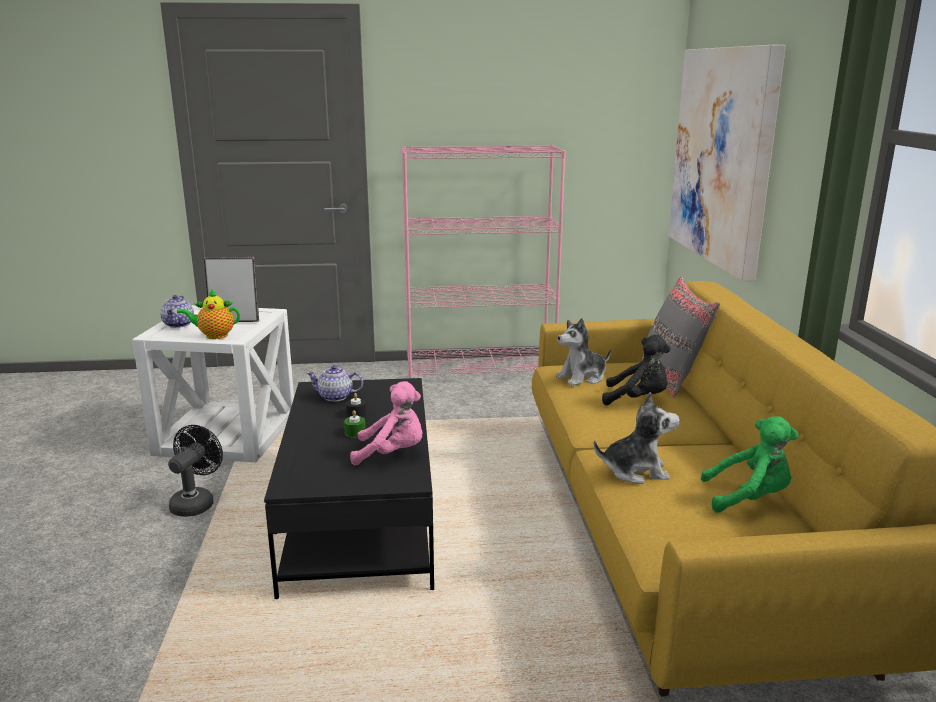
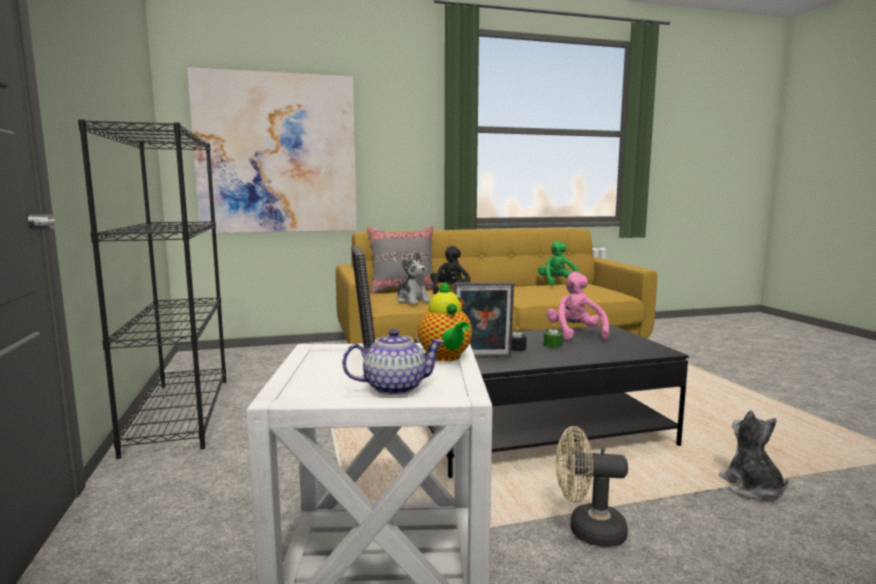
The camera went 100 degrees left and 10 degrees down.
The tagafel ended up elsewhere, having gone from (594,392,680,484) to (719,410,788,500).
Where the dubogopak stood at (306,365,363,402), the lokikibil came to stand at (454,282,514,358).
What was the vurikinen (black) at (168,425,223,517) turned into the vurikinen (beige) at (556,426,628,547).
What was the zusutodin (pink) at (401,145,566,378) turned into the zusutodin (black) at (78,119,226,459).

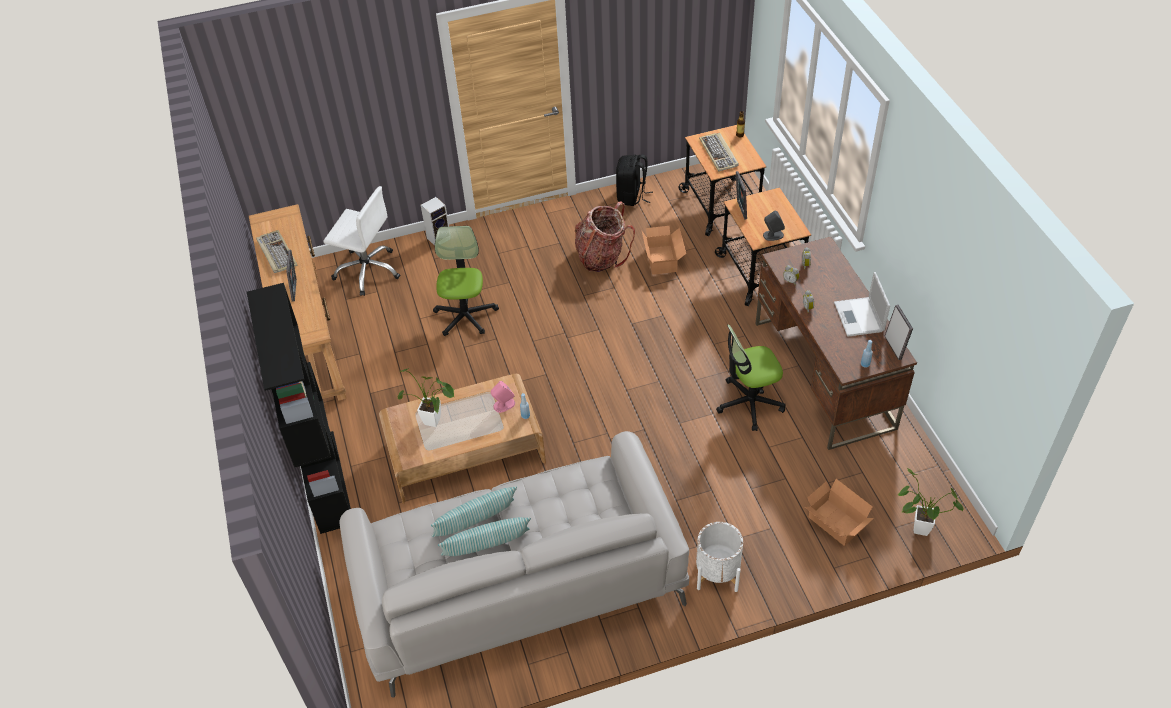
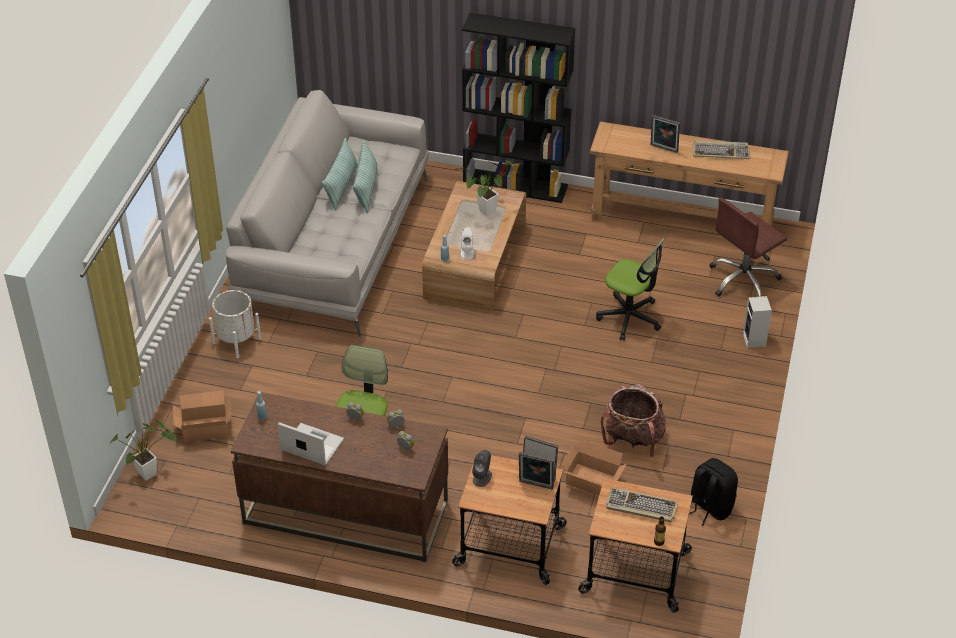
The camera went 120 degrees right and 5 degrees down.
The lokikibil ended up elsewhere, having gone from (885,305,913,360) to (519,452,554,490).
What was the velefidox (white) at (323,186,400,296) turned into the velefidox (brown) at (709,198,787,297).
What was the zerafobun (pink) at (491,381,515,413) turned into the zerafobun (white) at (460,227,475,260).

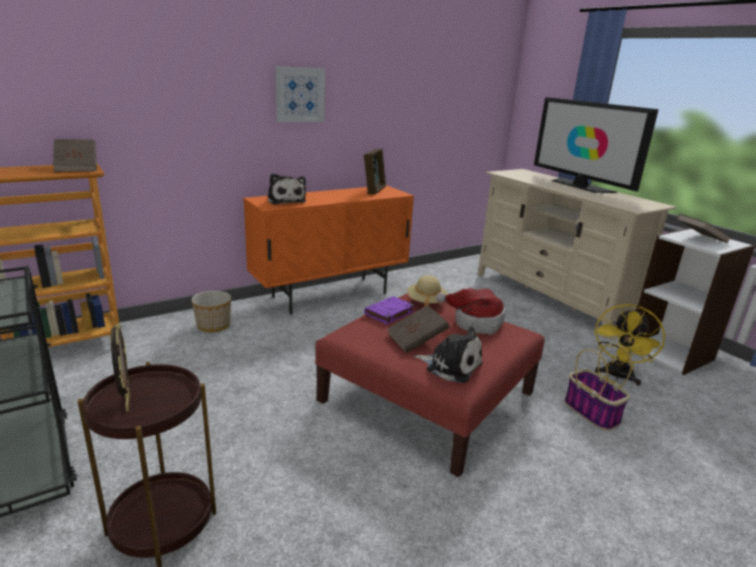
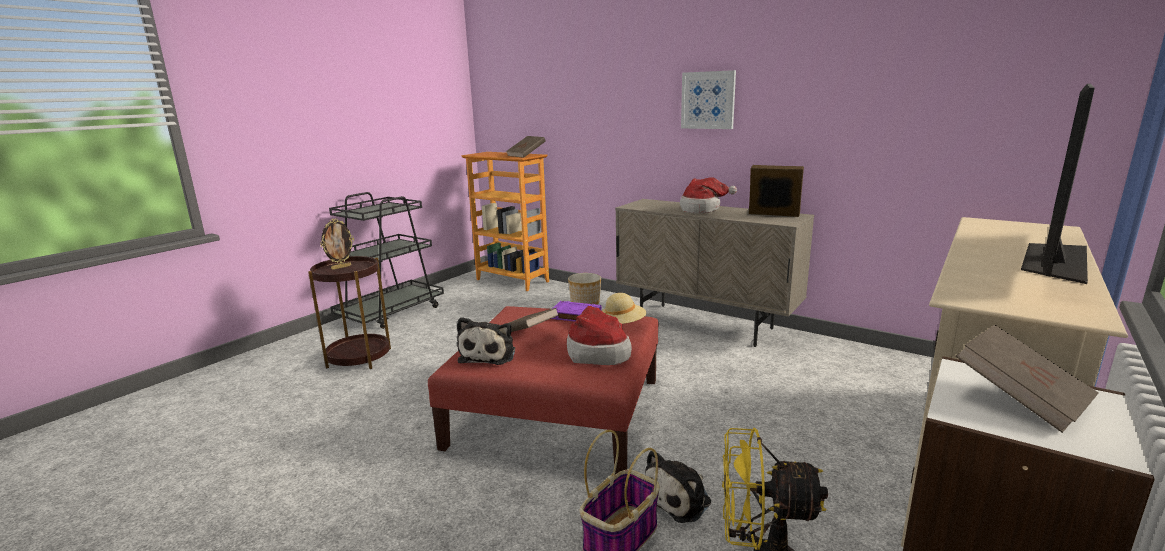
The camera went 70 degrees right and 5 degrees down.
The second view gained the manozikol at (680,177,737,214).
The tagafel ended up elsewhere, having gone from (268,173,306,205) to (645,451,711,523).
What was the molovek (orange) at (243,185,414,315) turned into the molovek (beige) at (615,199,814,347).
The lokikibil at (364,149,386,194) ended up facing another way, 150 degrees counterclockwise from before.

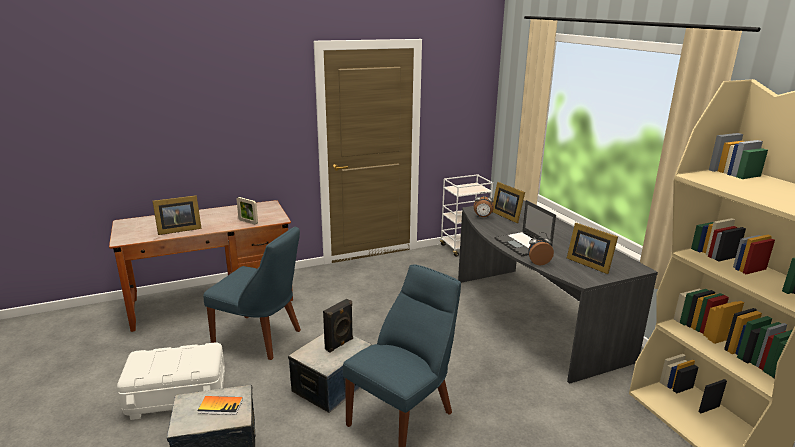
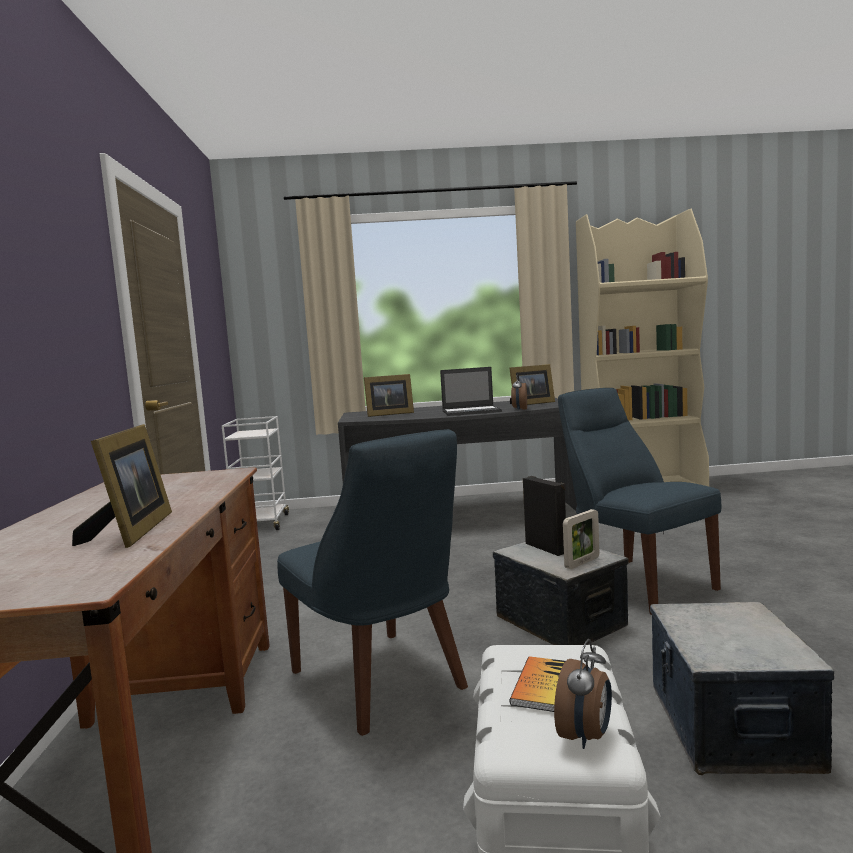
The camera went 70 degrees left and 15 degrees down.
The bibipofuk ended up elsewhere, having gone from (198,396,243,415) to (510,656,565,712).
The lokikibil ended up elsewhere, having gone from (237,197,258,224) to (563,509,599,569).
The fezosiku ended up elsewhere, having gone from (474,192,494,217) to (554,639,612,749).
The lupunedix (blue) at (203,226,301,360) ended up facing another way, 105 degrees clockwise from before.

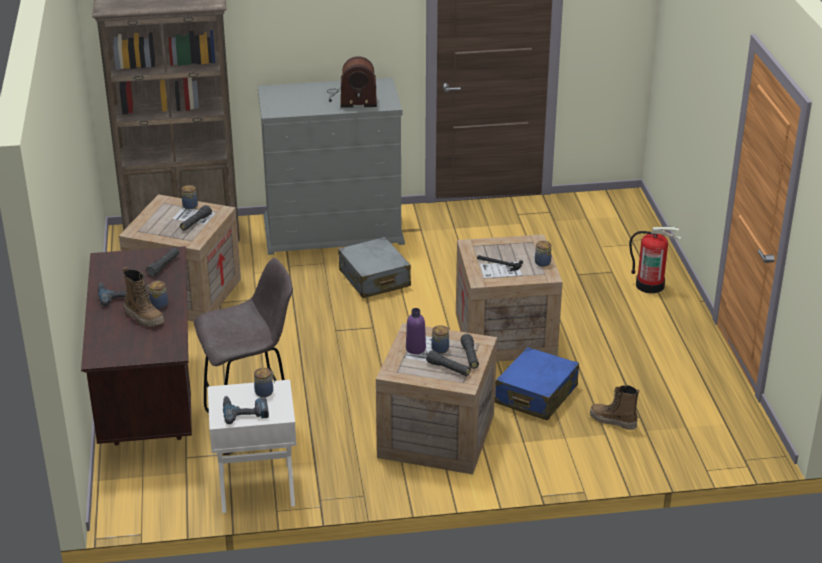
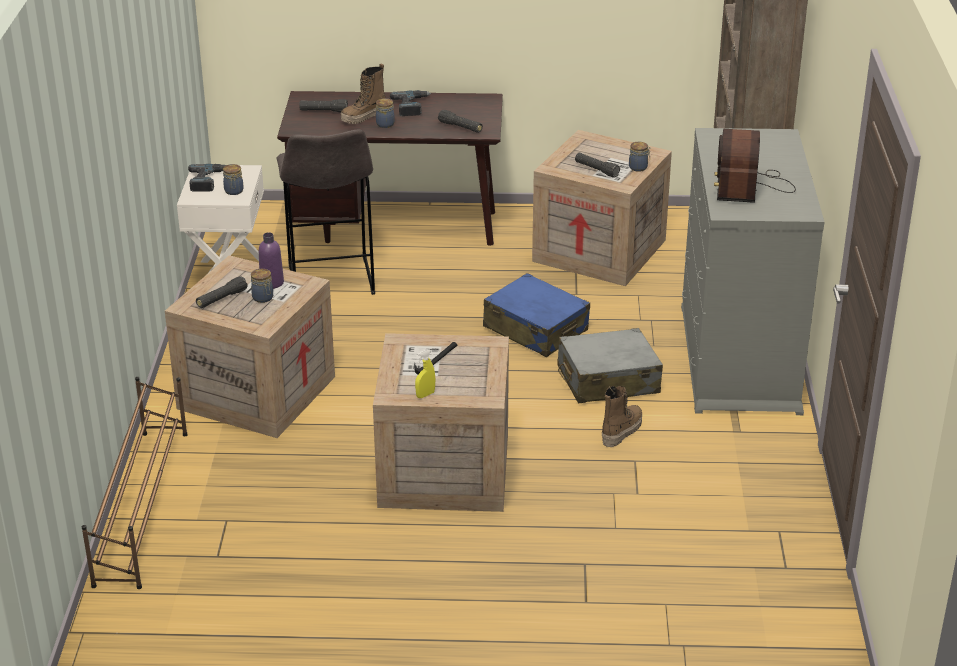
The camera went 100 degrees right and 0 degrees up.
The second view lost the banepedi at (629,226,682,294).
The second view gained the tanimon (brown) at (82,377,188,589).
The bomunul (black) ended up elsewhere, having gone from (460,334,479,369) to (299,99,348,112).
The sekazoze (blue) ended up elsewhere, having gone from (495,347,579,421) to (483,273,590,357).
The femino ended up elsewhere, having gone from (590,385,639,430) to (602,386,642,447).
Where the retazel stood at (535,241,551,267), the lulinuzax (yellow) came to stand at (415,349,435,398).

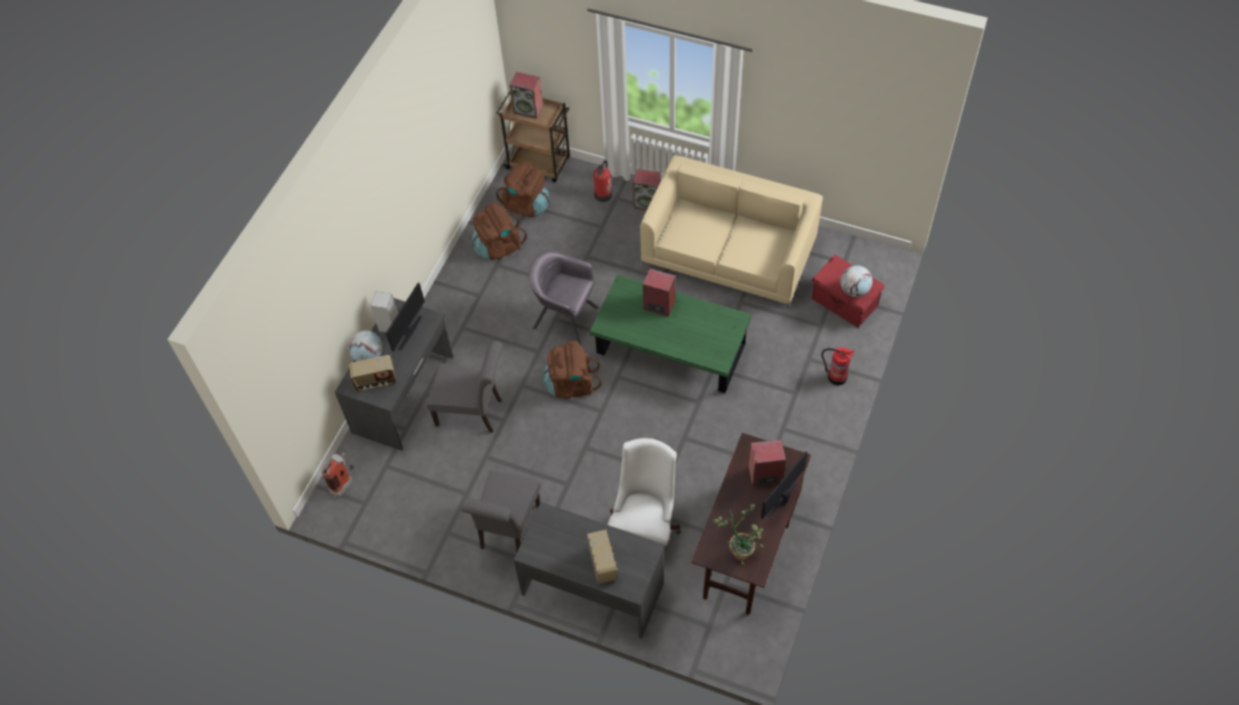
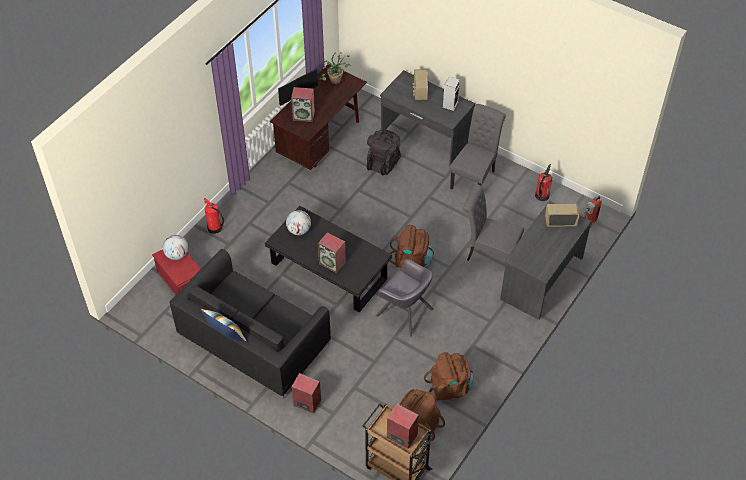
The camera went 170 degrees left and 5 degrees down.
The second view lost the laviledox at (386,283,425,352).
The second view gained the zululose at (200,309,247,342).
The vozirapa ended up elsewhere, having gone from (348,330,382,361) to (286,210,311,235).
The zerafobun ended up elsewhere, having gone from (371,291,398,332) to (443,77,460,111).
The banepedi ended up elsewhere, having gone from (594,160,612,202) to (535,164,552,201).
Where the velefidox (white) stood at (608,438,681,545), the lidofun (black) came to stand at (367,129,401,175).
What was the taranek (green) at (590,275,752,393) turned into the taranek (black) at (265,206,392,312).
What was the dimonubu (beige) at (640,155,823,308) turned into the dimonubu (black) at (169,249,331,399).

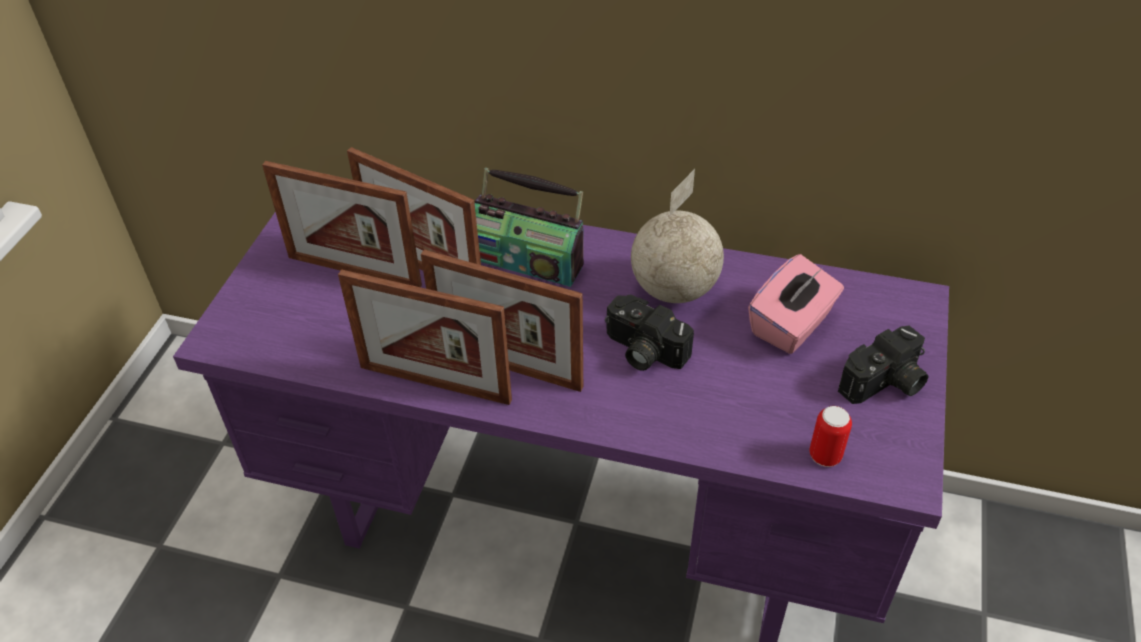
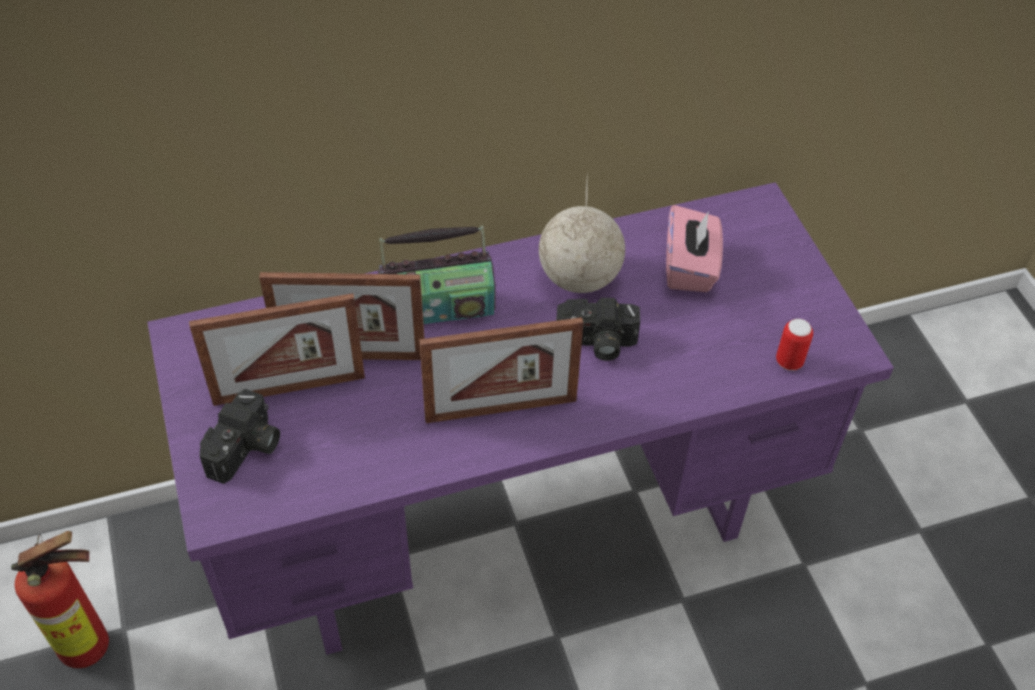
The camera went 35 degrees left and 5 degrees up.
The second view lost the lokikibil at (338,269,512,405).
The second view gained the banepedi at (11,531,109,668).
The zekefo ended up elsewhere, having gone from (838,326,929,404) to (200,389,280,484).

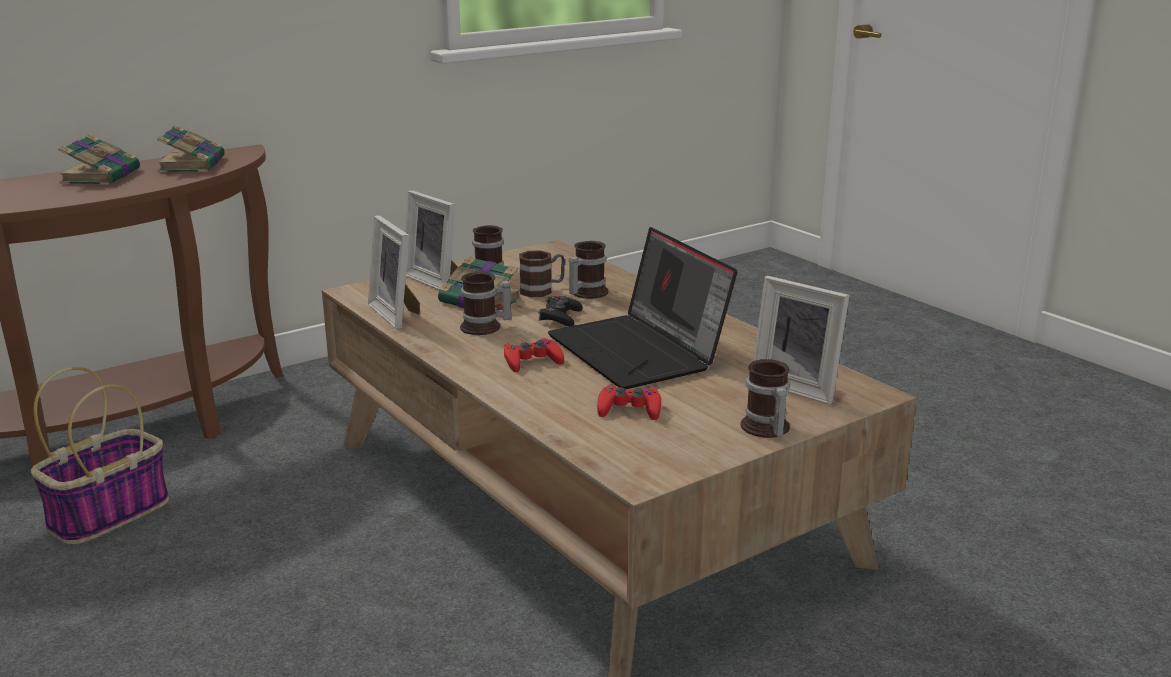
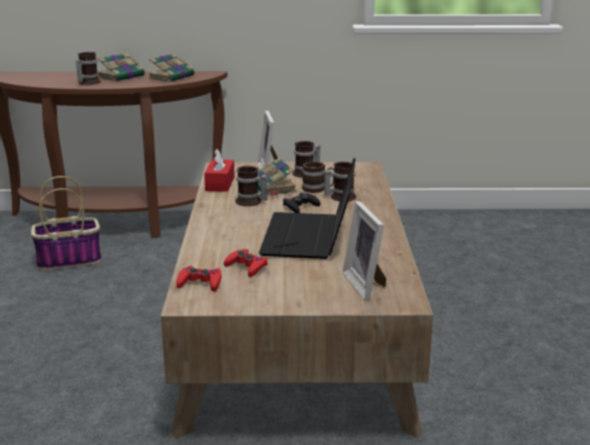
The camera went 35 degrees right and 0 degrees up.
The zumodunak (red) ended up elsewhere, having gone from (504,338,564,372) to (176,266,221,291).
The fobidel ended up elsewhere, having gone from (740,359,790,438) to (75,52,101,85).
Where the lokikibil stood at (368,216,420,329), the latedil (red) came to stand at (204,149,235,192).

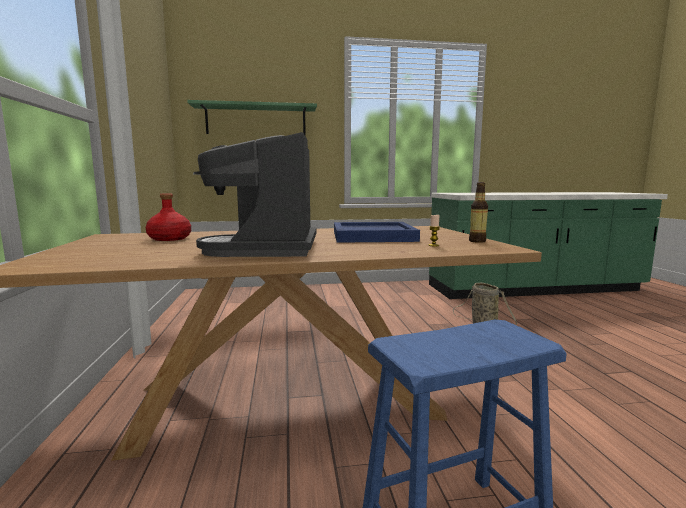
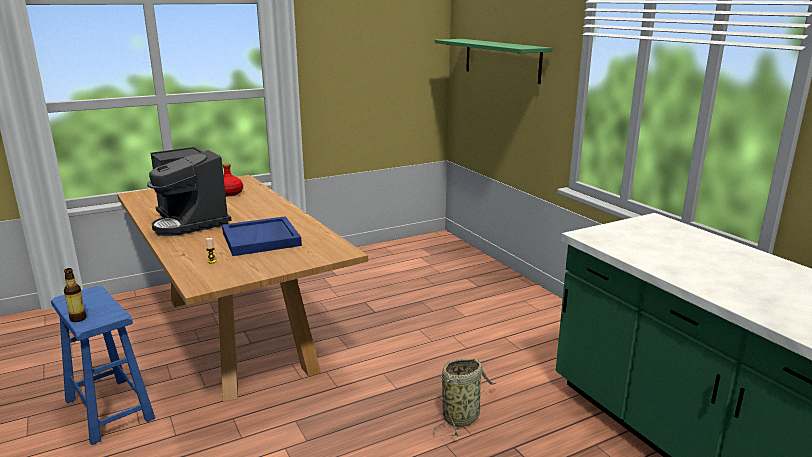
The camera went 70 degrees right and 10 degrees up.
The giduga ended up elsewhere, having gone from (469,182,488,243) to (64,268,86,322).
The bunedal at (193,132,317,257) ended up facing another way, 105 degrees counterclockwise from before.

